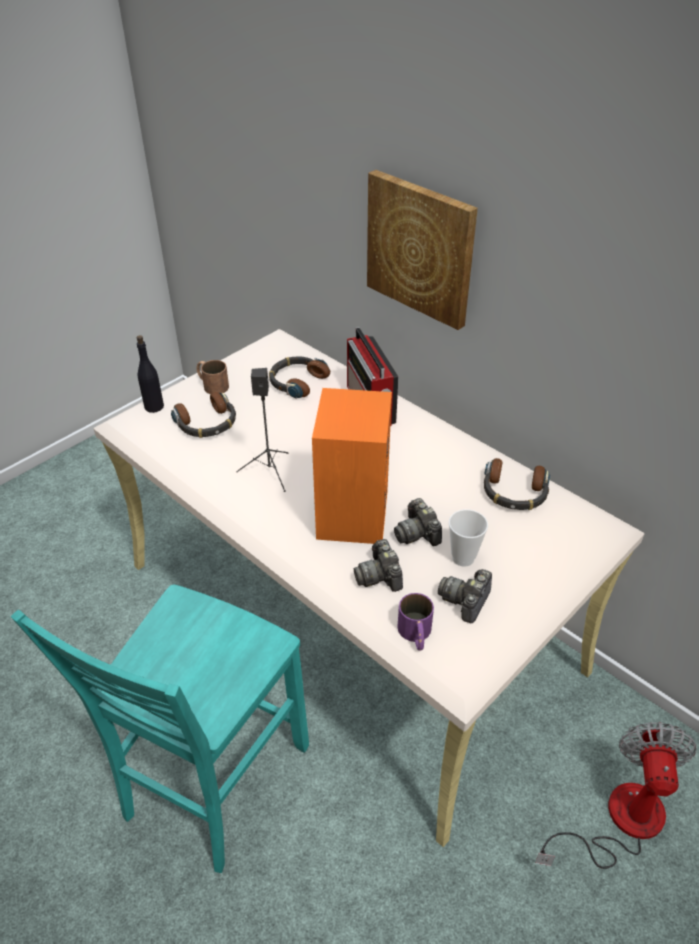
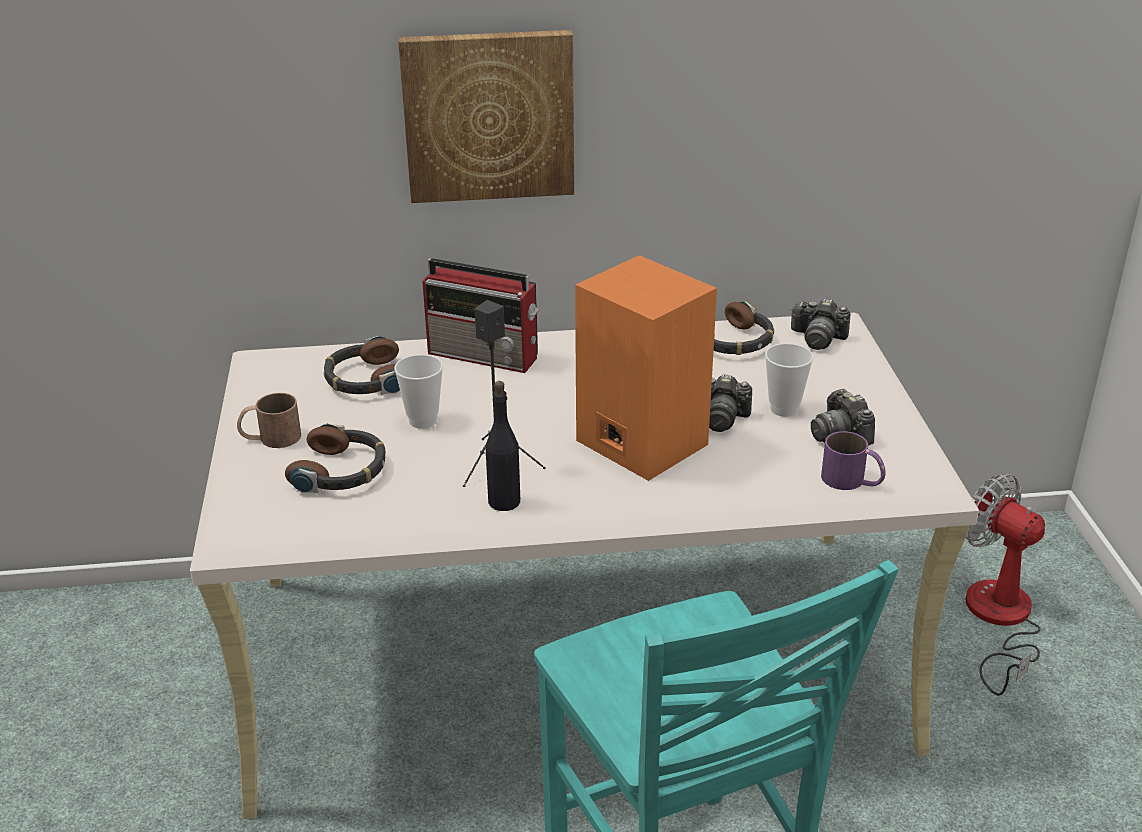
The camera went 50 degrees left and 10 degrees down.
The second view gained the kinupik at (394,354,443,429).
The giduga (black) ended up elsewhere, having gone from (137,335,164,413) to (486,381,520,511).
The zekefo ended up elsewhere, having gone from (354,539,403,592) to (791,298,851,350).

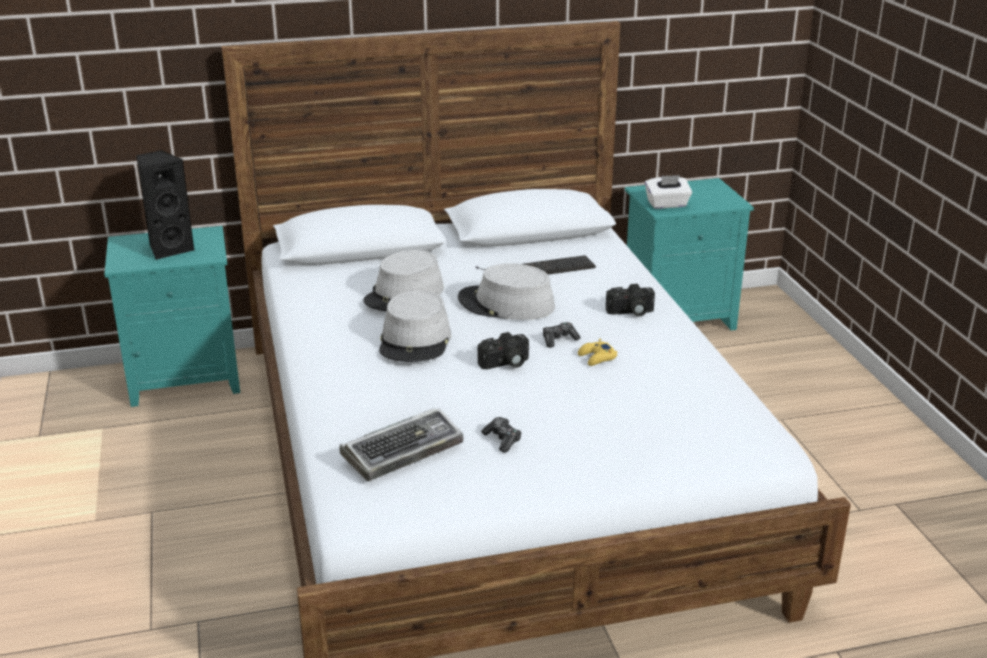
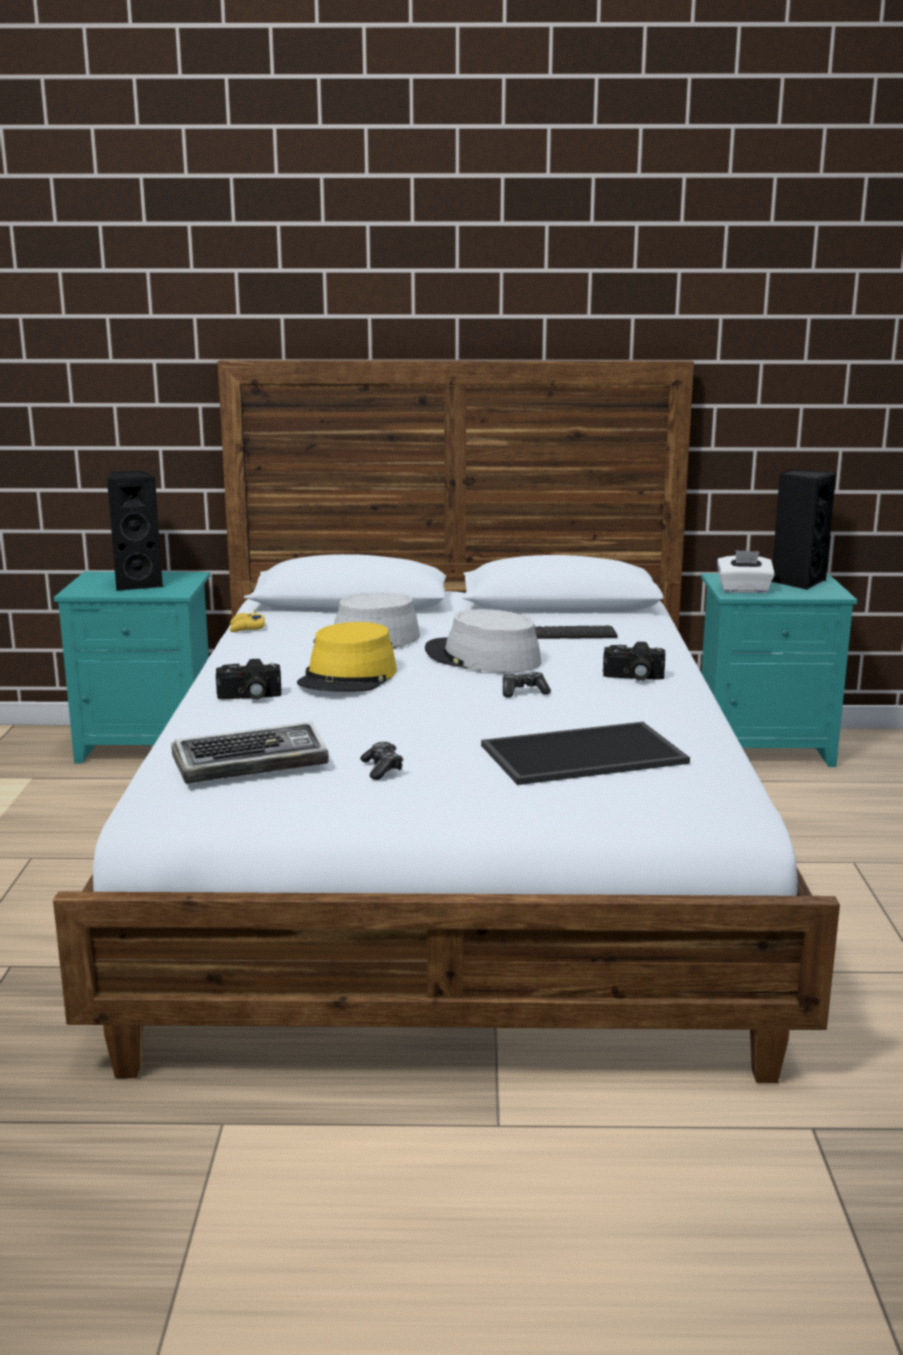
The camera went 15 degrees right and 10 degrees down.
The second view gained the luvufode at (481,722,690,785).
The second view gained the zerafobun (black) at (772,469,836,590).
The zekefo ended up elsewhere, having gone from (478,332,529,369) to (216,659,282,700).
The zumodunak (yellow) ended up elsewhere, having gone from (578,339,617,366) to (230,610,265,632).
What was the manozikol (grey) at (379,290,451,362) turned into the manozikol (yellow) at (297,622,397,692).

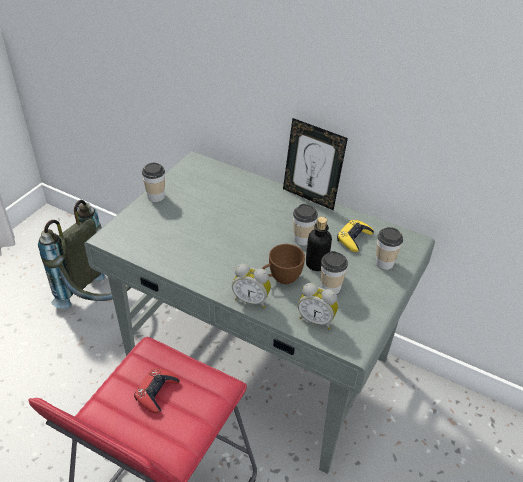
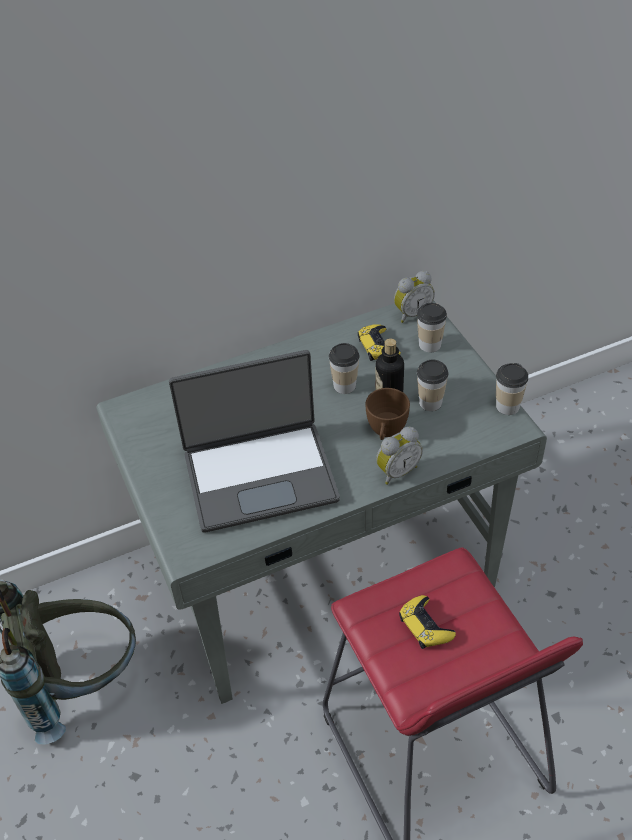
The camera went 50 degrees left and 5 degrees up.
The second view lost the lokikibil at (283,118,348,210).
The second view gained the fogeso at (169,350,340,533).
The kinupik ended up elsewhere, having gone from (142,163,165,202) to (496,363,528,415).
The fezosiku ended up elsewhere, having gone from (298,283,338,329) to (394,271,435,323).
What was the zumodunak (red) at (134,368,180,414) turned into the zumodunak (yellow) at (399,595,456,649).

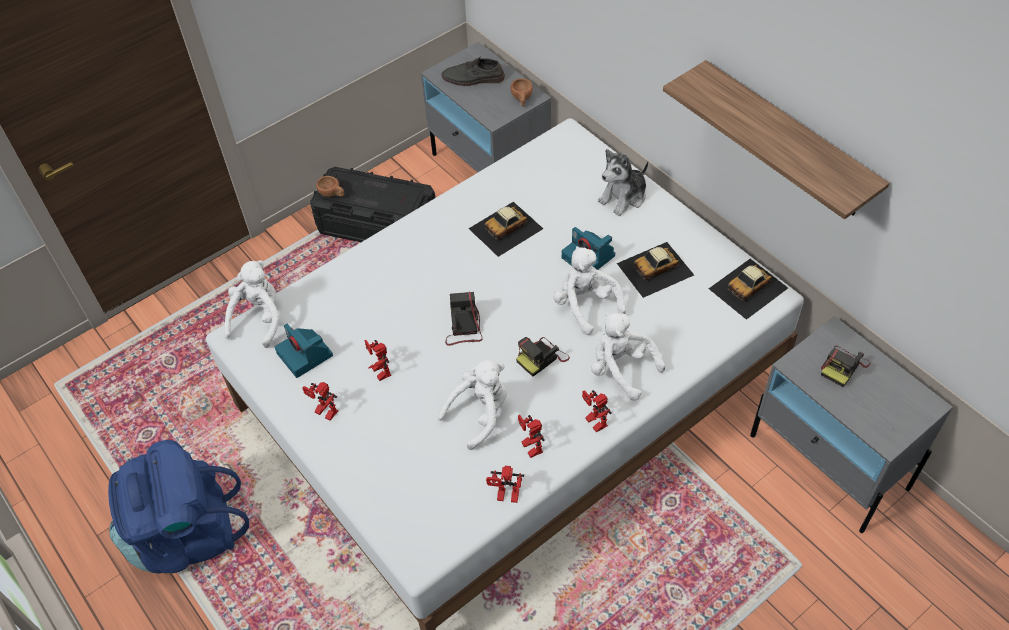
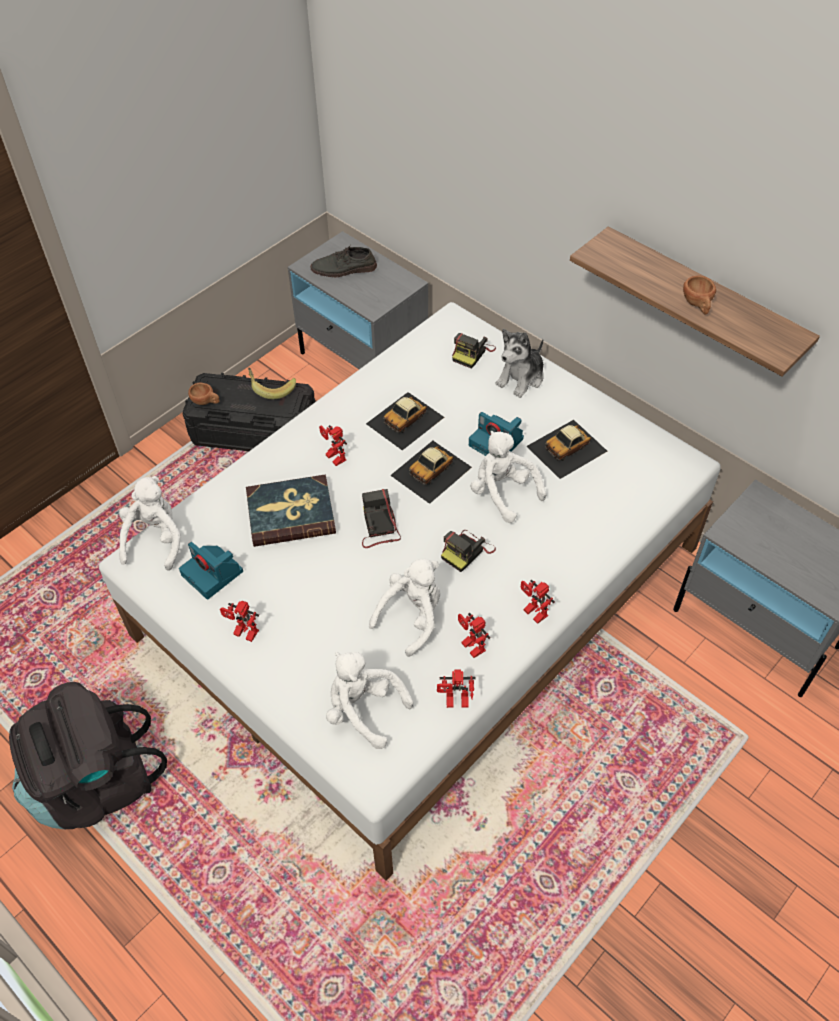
The camera went 10 degrees left and 0 degrees up.
The second view gained the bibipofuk at (246,474,336,547).
The second view gained the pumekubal at (248,368,296,399).
The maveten ended up elsewhere, having gone from (365,340,391,381) to (319,425,347,466).
The kinupik (brown) ended up elsewhere, having gone from (510,78,533,106) to (683,275,716,314).
The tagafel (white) ended up elsewhere, having gone from (591,313,666,401) to (326,652,414,749).
The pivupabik ended up elsewhere, having gone from (709,259,788,320) to (390,441,472,504).
The zekefo ended up elsewhere, having gone from (821,346,870,387) to (452,333,496,369).
What was the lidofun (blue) at (108,440,249,574) turned into the lidofun (black) at (9,682,167,829).

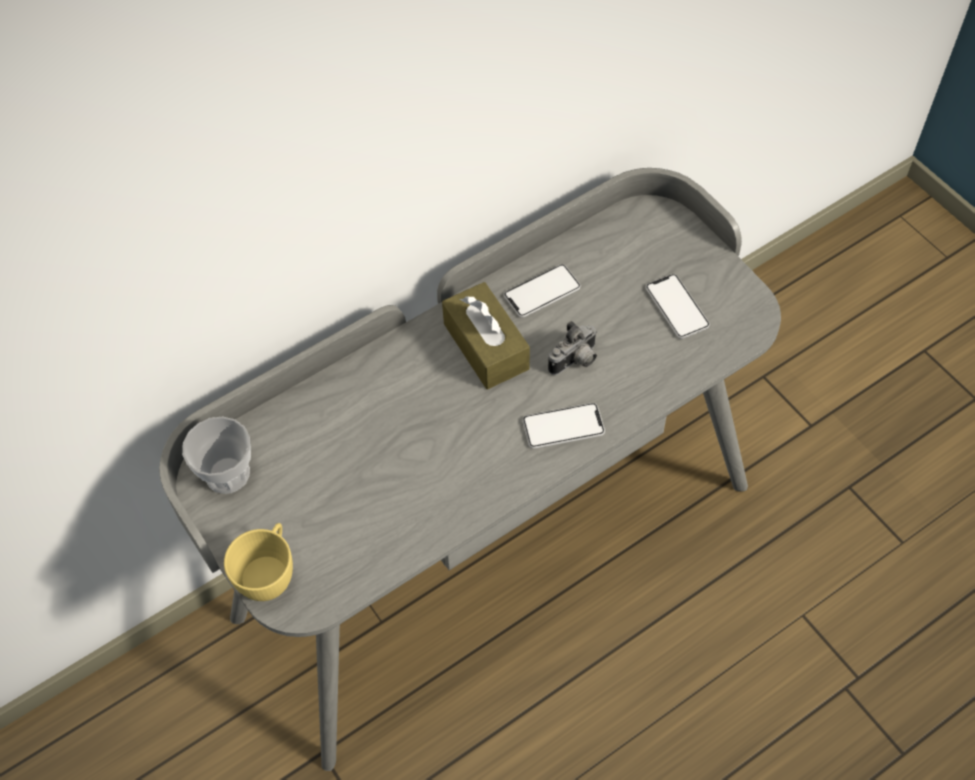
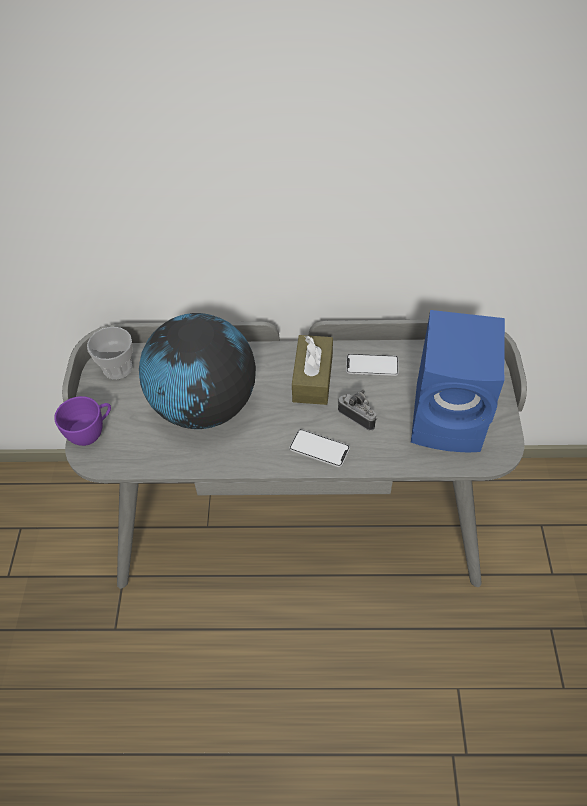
The camera went 35 degrees right and 5 degrees down.
The second view gained the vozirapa at (139,313,256,429).
Where the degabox stood at (646,274,710,339), the zerafobun (blue) came to stand at (411,310,505,452).
What was the kinupik (yellow) at (224,523,293,601) turned into the kinupik (purple) at (54,396,111,446).
The zekefo at (548,321,597,375) ended up facing another way, 135 degrees counterclockwise from before.

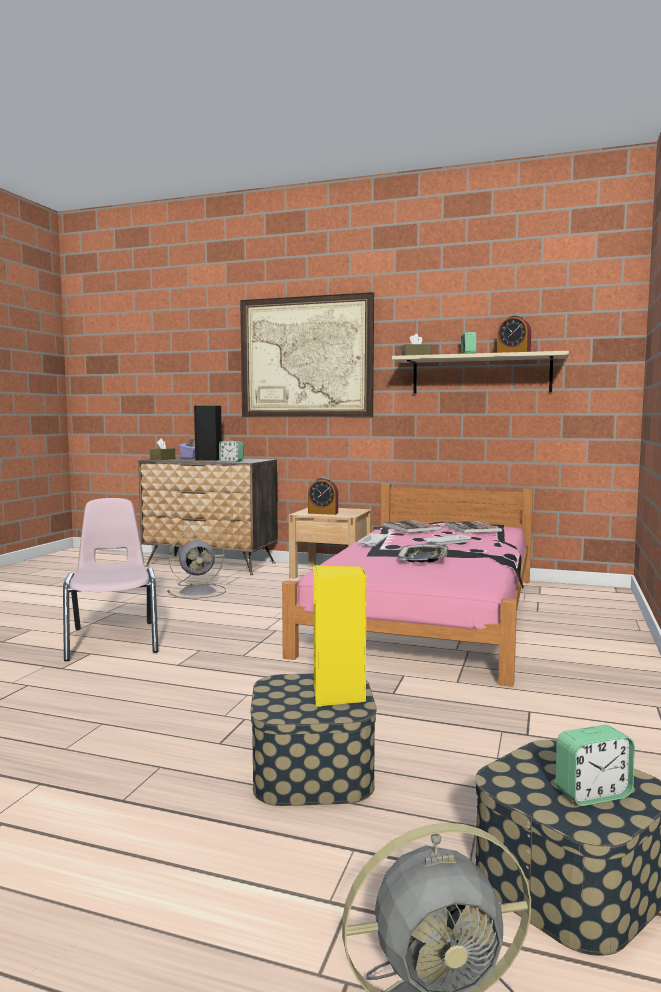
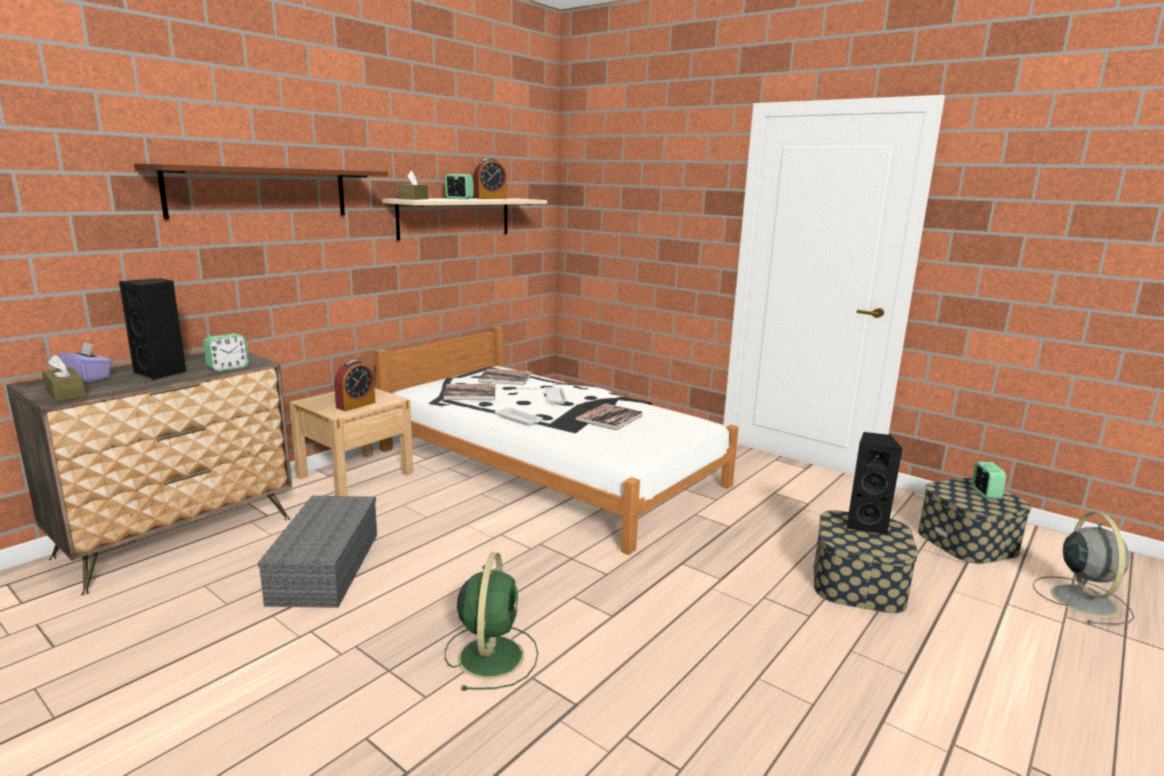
The camera went 70 degrees left and 10 degrees up.
Where the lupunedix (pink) stood at (63,498,158,661), the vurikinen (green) came to stand at (445,552,538,691).
Where the vurikinen (grey) stood at (167,530,226,598), the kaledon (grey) came to stand at (258,496,377,608).
Where the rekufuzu hung at (240,292,374,417), the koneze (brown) came to hang at (134,163,388,220).
Where the luvufode stood at (397,544,449,563), the bibipofuk came to stand at (576,403,643,430).
What was the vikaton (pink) at (282,483,533,687) turned into the vikaton (white) at (374,326,739,555).
What was the zerafobun (yellow) at (313,565,367,707) turned into the zerafobun (black) at (846,432,903,535).

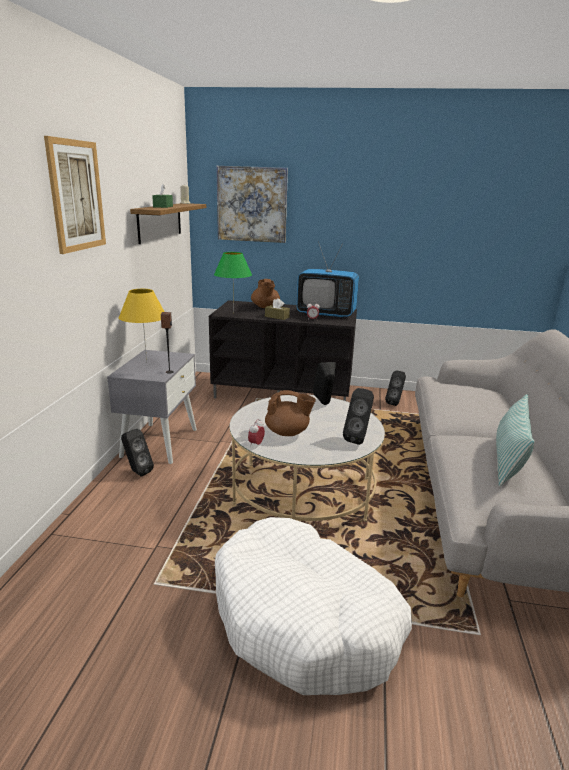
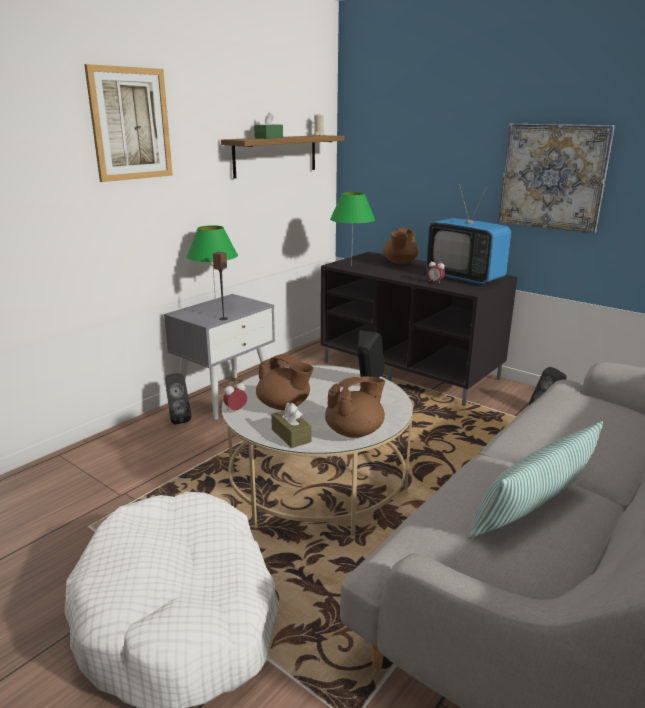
The camera went 30 degrees right and 0 degrees up.
The rekufuzu ended up elsewhere, having gone from (216,166,288,243) to (498,123,615,234).
The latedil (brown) ended up elsewhere, having gone from (265,298,290,320) to (271,403,311,448).
Where the zerafobun (black) stood at (343,388,374,445), the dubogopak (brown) came to stand at (325,376,385,438).
What was the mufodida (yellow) at (119,289,165,363) turned into the mufodida (green) at (187,225,238,307).

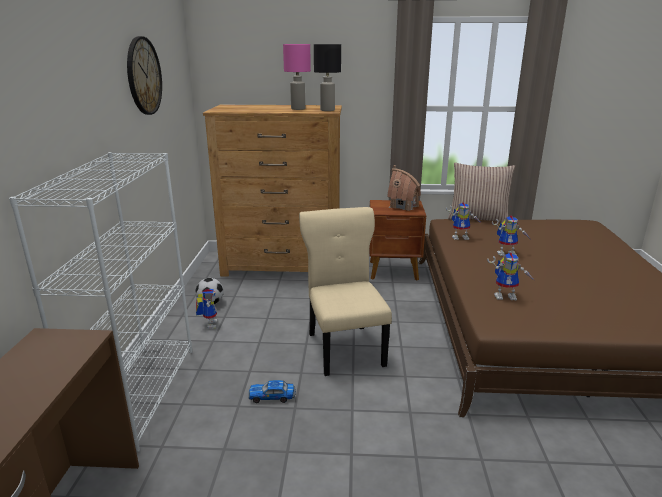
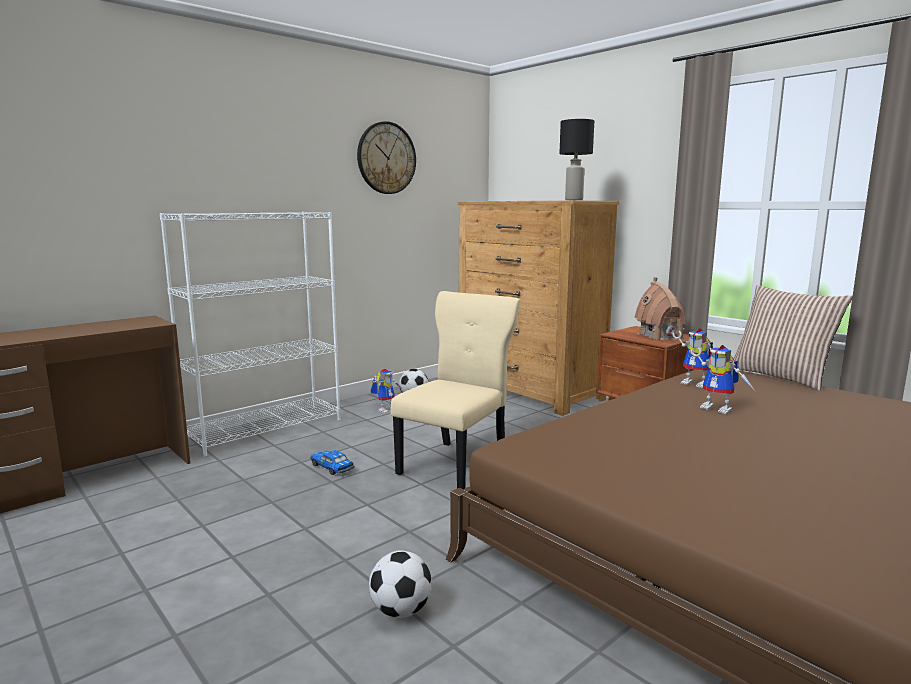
The camera went 45 degrees right and 10 degrees down.
The second view lost the mufodida (pink) at (283,44,311,110).
The second view lost the maveten at (487,253,535,300).
The second view gained the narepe at (369,550,432,618).

